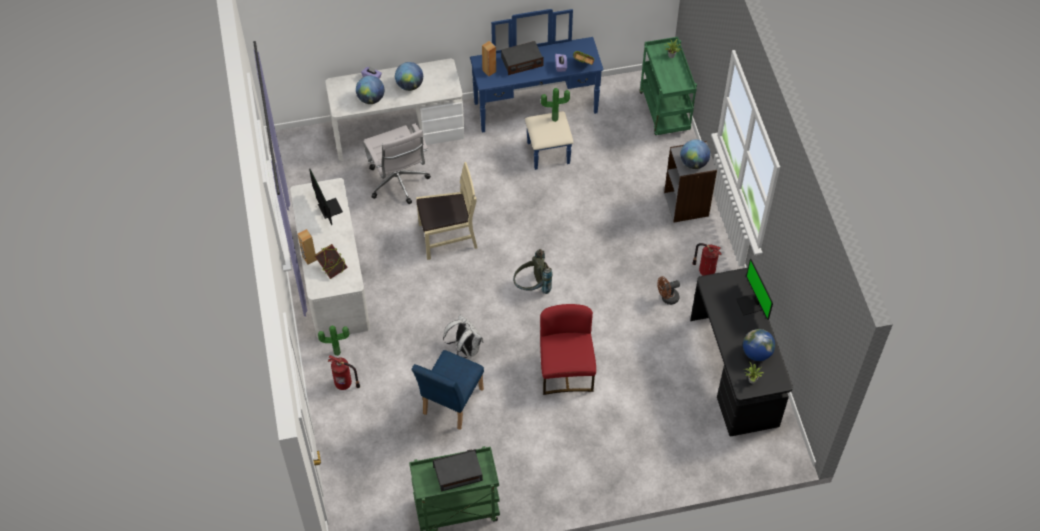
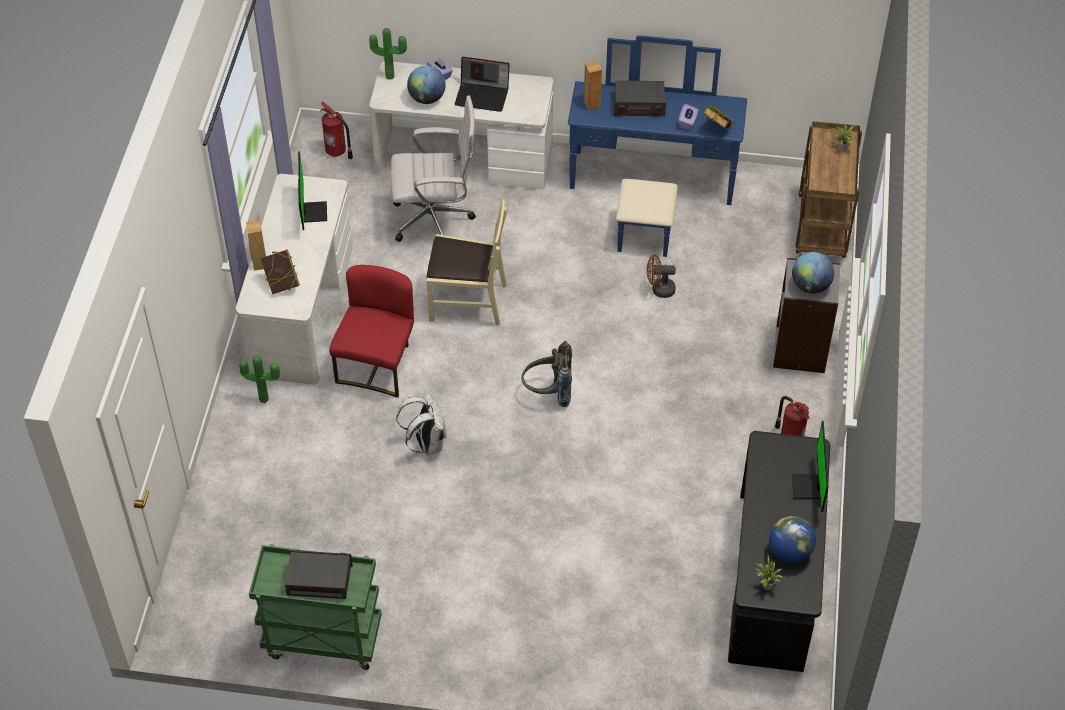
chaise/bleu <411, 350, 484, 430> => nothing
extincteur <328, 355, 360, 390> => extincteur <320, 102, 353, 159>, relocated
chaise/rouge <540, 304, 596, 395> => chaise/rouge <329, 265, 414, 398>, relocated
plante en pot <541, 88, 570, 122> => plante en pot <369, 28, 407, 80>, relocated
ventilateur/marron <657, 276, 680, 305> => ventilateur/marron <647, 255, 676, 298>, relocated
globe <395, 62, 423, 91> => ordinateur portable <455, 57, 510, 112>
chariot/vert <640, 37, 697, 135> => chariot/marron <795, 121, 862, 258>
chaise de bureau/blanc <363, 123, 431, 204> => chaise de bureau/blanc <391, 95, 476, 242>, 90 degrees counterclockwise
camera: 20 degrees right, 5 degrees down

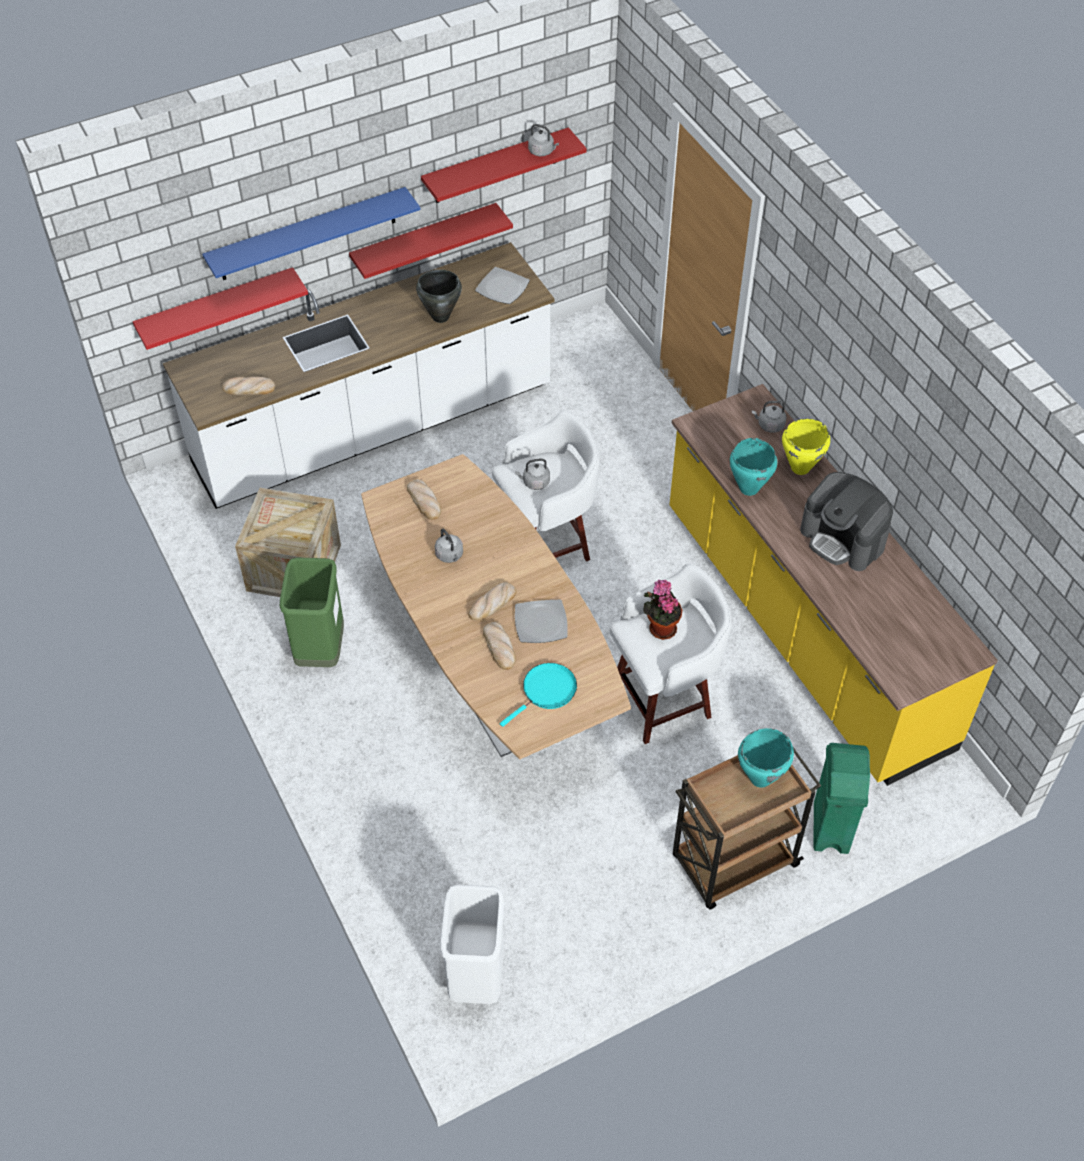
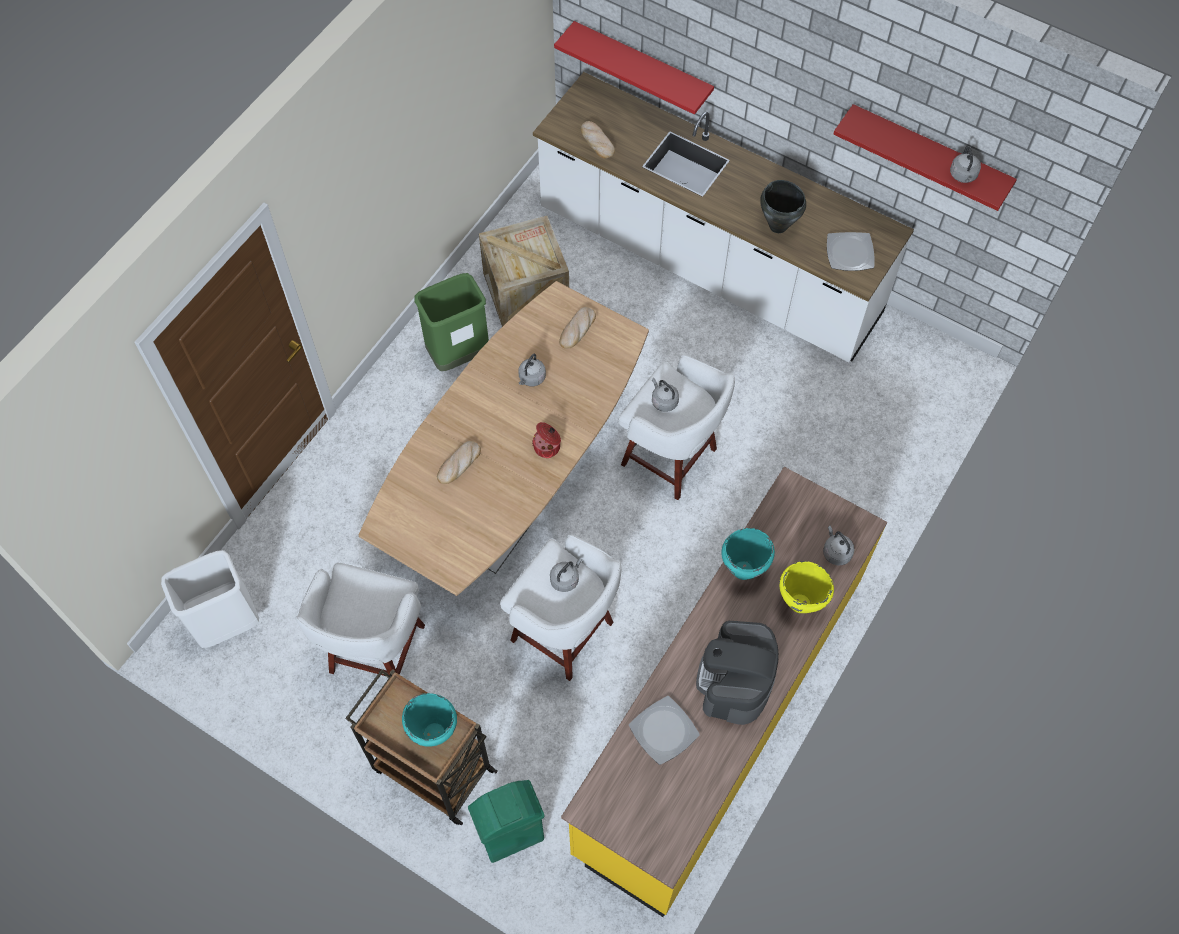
étagère/bleu <202, 187, 421, 280> => nothing
étagère/rouge <349, 203, 513, 279> => nothing
pain <468, 582, 516, 621> => nothing
poêle/turquoise <500, 663, 577, 727> => nothing
nothing => tabouret/blanc <296, 562, 425, 676>
nothing => marmite <532, 422, 561, 458>
assiette <515, 600, 568, 643> => assiette <629, 696, 700, 765>, relocated
plante en pot <643, 580, 682, 640> => bouilloire/gris <550, 558, 582, 592>
camera: 60 degrees right, 10 degrees up

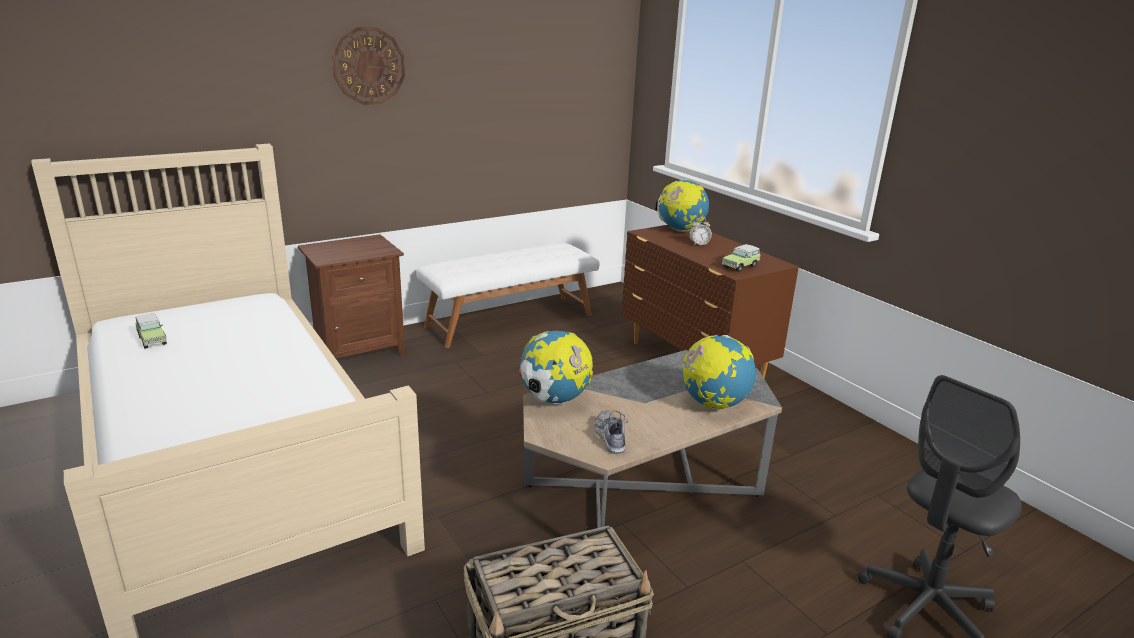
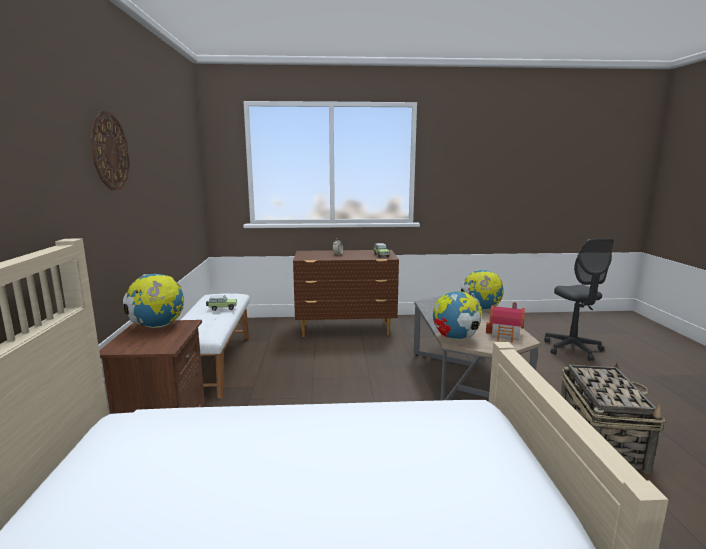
petite voiture <136, 313, 167, 349> => petite voiture <206, 295, 237, 311>, relocated
globe <655, 179, 709, 232> => globe <123, 274, 184, 328>, relocated
chaussure <594, 411, 628, 454> => maison miniature <486, 302, 525, 343>
camera: 60 degrees left, 10 degrees down

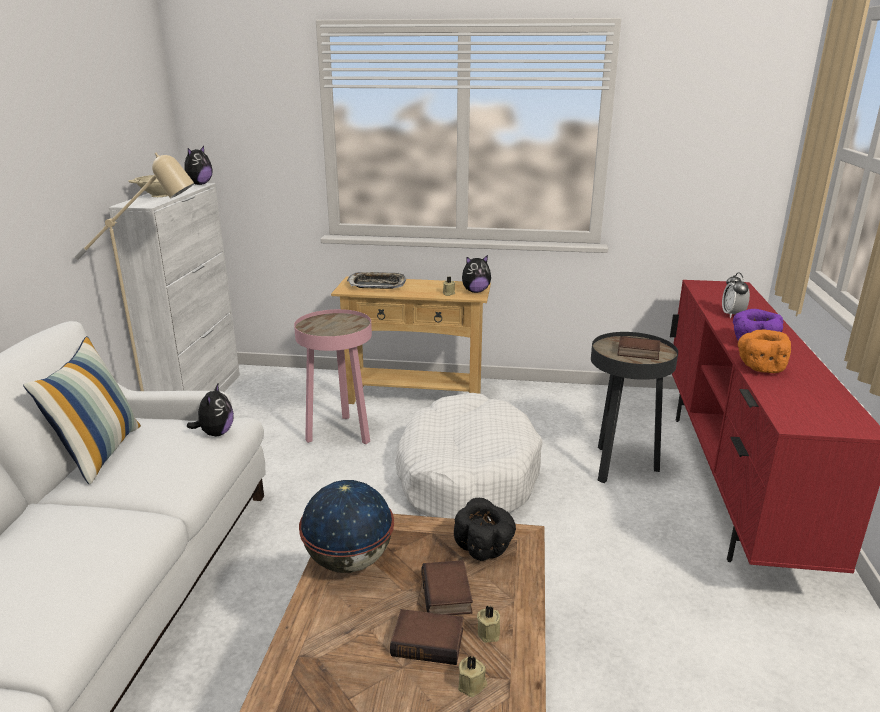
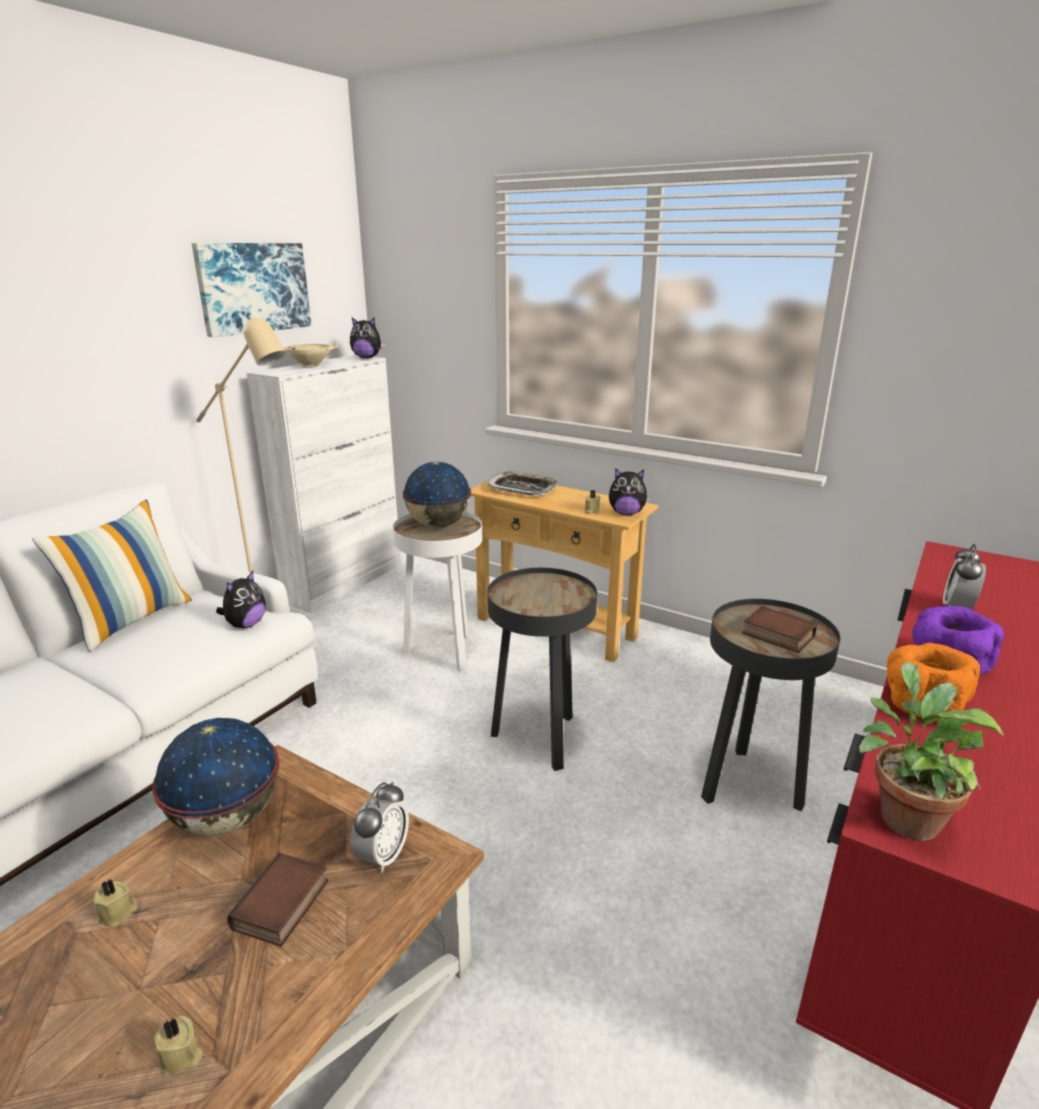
livre <390, 609, 463, 665> => nothing
nothing => tableau <192, 243, 311, 337>
nothing => globe <403, 462, 471, 528>
nothing => plante en pot <859, 662, 1004, 841>
bougie/beige <477, 606, 500, 643> => bougie/beige <94, 879, 137, 927>, relocated
panier pour chien/blanc <395, 393, 543, 519> => table d'appoint/noir <487, 568, 597, 771>
bol/noir <454, 498, 516, 561> => réveil <350, 782, 409, 873>
table d'appoint/rose <294, 309, 372, 444> => table d'appoint/blanc <393, 512, 482, 671>
peluche <184, 146, 213, 185> => peluche <350, 318, 386, 358>, 45 degrees clockwise
camera: 25 degrees right, 0 degrees up

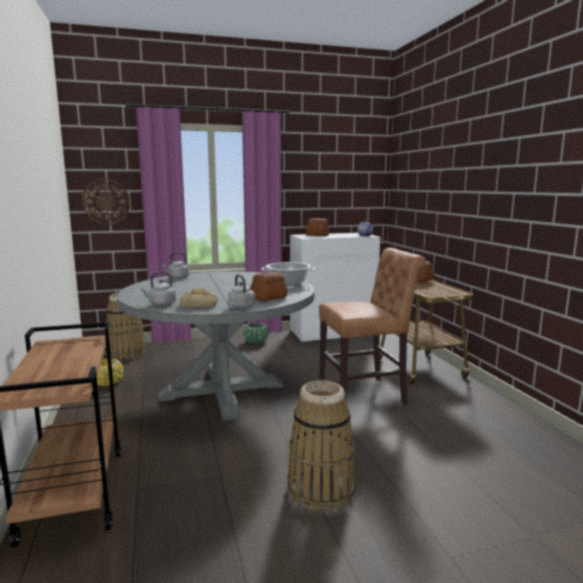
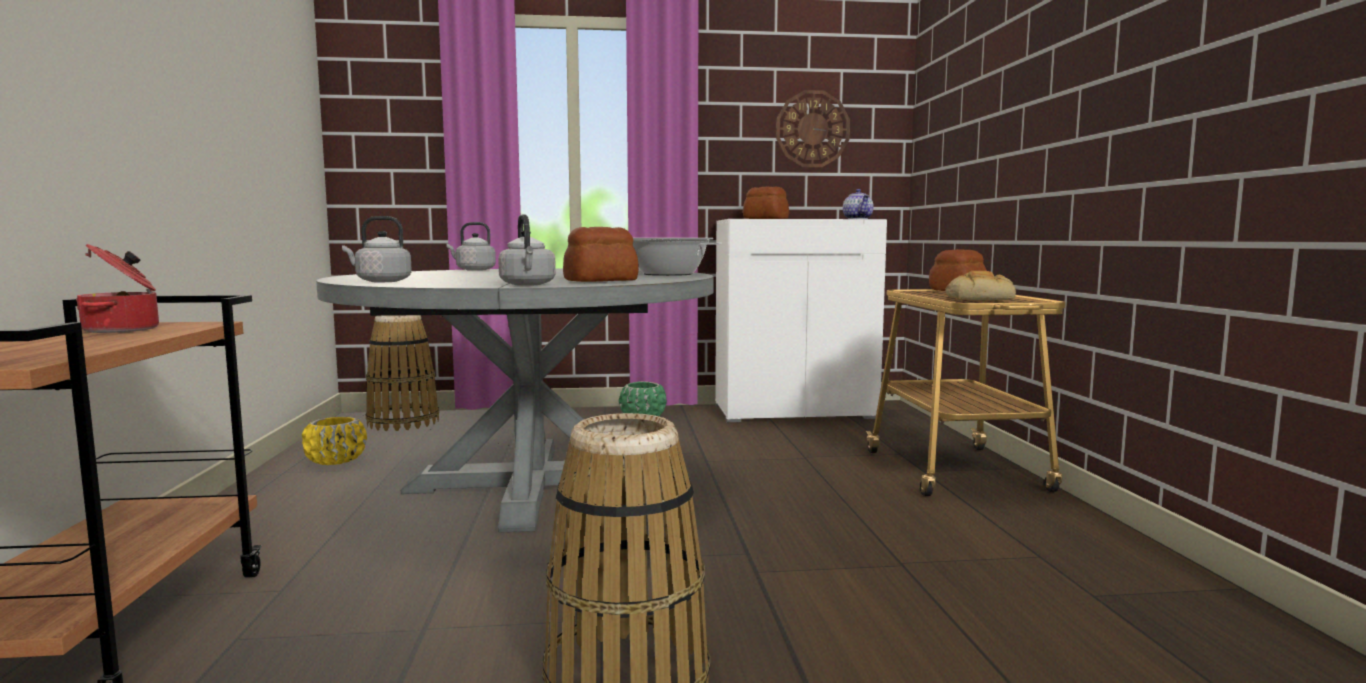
chaise/marron <319, 248, 426, 403> => nothing
nothing => marmite <76, 244, 159, 333>
horloge murale <82, 179, 130, 224> => horloge murale <776, 90, 850, 167>, relocated
pain <180, 288, 218, 308> => pain <945, 271, 1016, 300>, relocated
camera: 10 degrees right, 5 degrees down

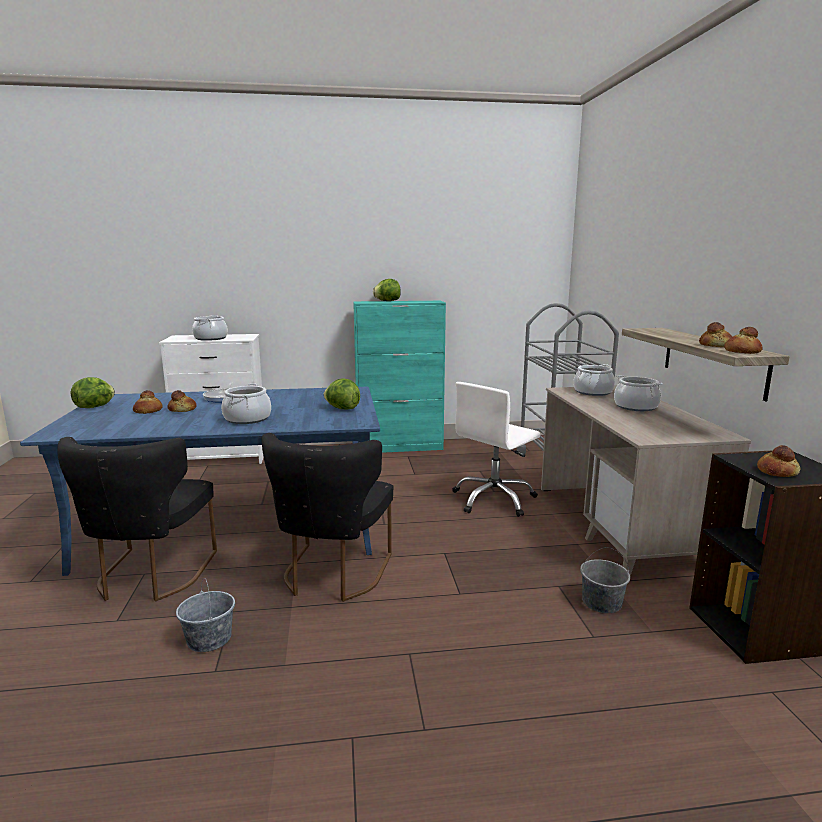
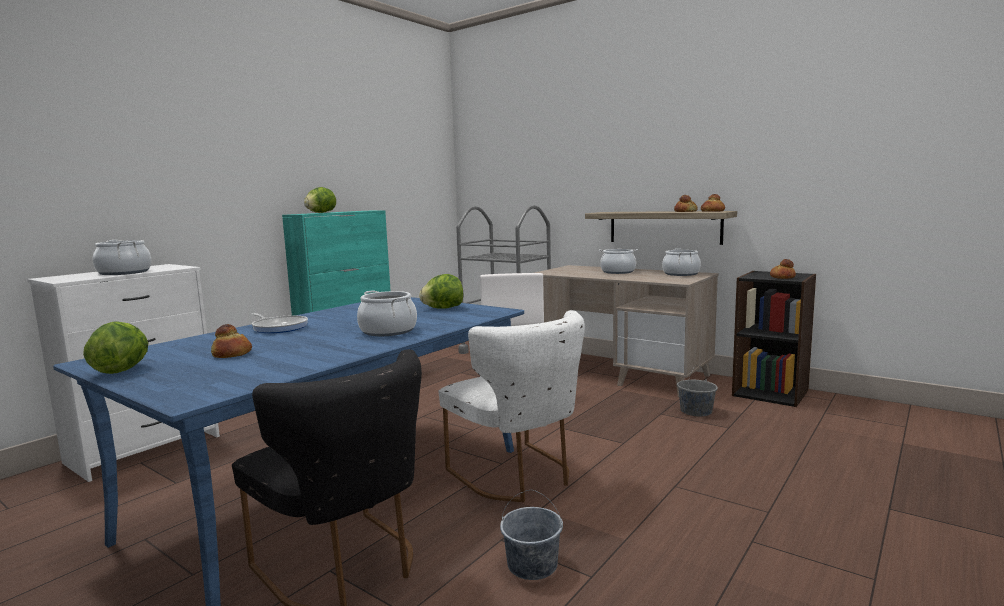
pain <168, 390, 197, 412> => nothing
marmite <573, 364, 615, 396> => marmite <662, 248, 701, 276>, relocated
chaise/noir <261, 433, 393, 602> => chaise/blanc <438, 310, 585, 502>
camera: 45 degrees left, 5 degrees down

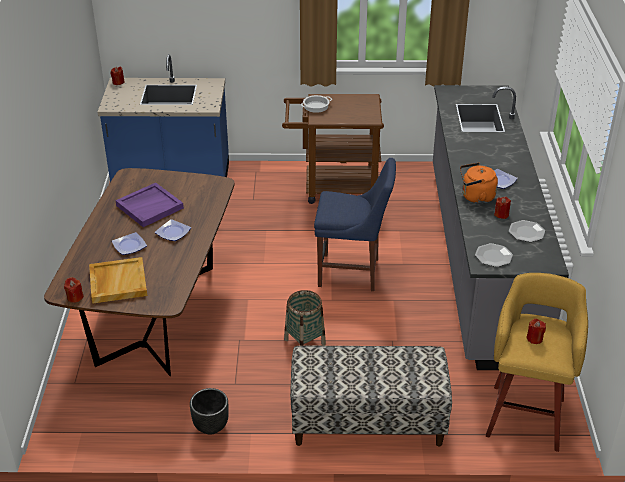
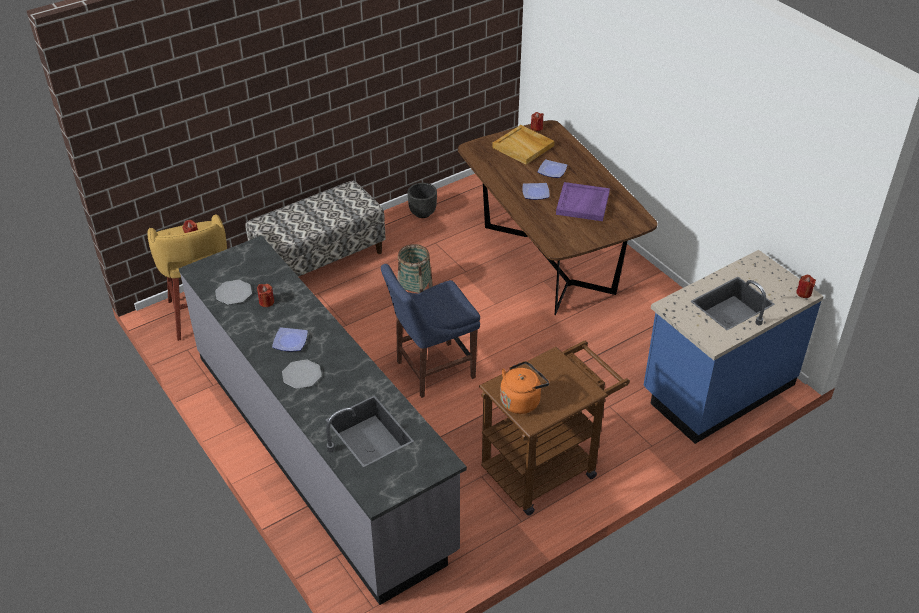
marmite <301, 95, 332, 113> => nothing
bouilloire/orange <460, 162, 498, 204> => bouilloire/orange <500, 361, 550, 414>, relocated
assiette <475, 243, 513, 267> => assiette <282, 360, 322, 389>, relocated
camera: 145 degrees right, 5 degrees up

